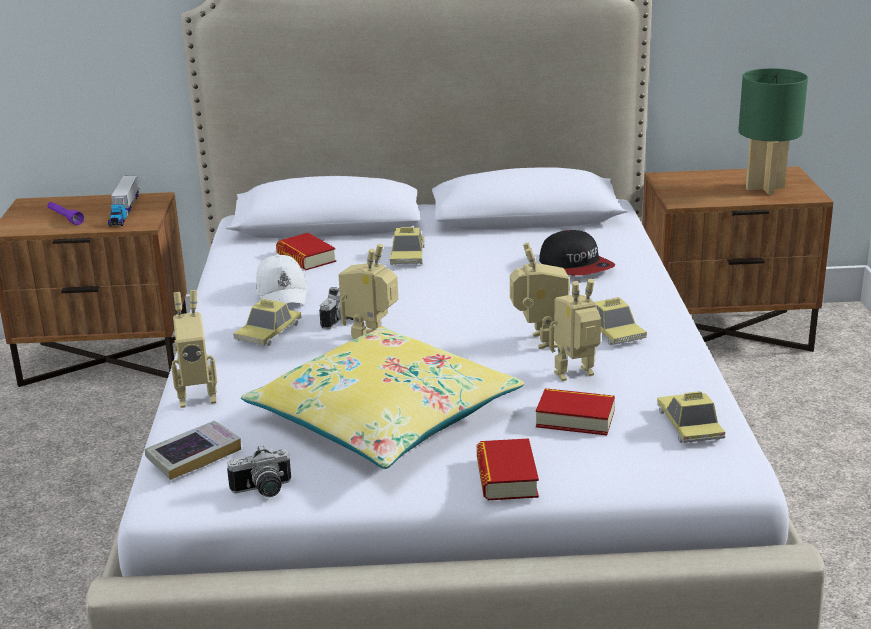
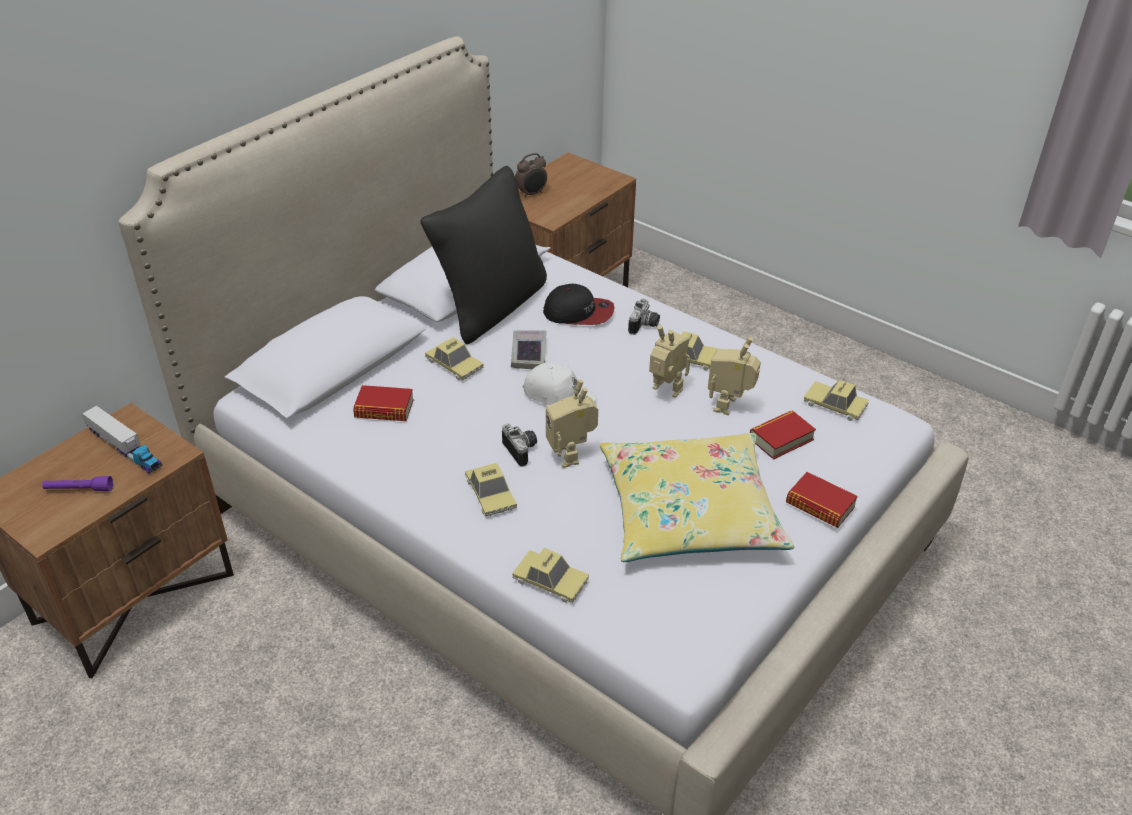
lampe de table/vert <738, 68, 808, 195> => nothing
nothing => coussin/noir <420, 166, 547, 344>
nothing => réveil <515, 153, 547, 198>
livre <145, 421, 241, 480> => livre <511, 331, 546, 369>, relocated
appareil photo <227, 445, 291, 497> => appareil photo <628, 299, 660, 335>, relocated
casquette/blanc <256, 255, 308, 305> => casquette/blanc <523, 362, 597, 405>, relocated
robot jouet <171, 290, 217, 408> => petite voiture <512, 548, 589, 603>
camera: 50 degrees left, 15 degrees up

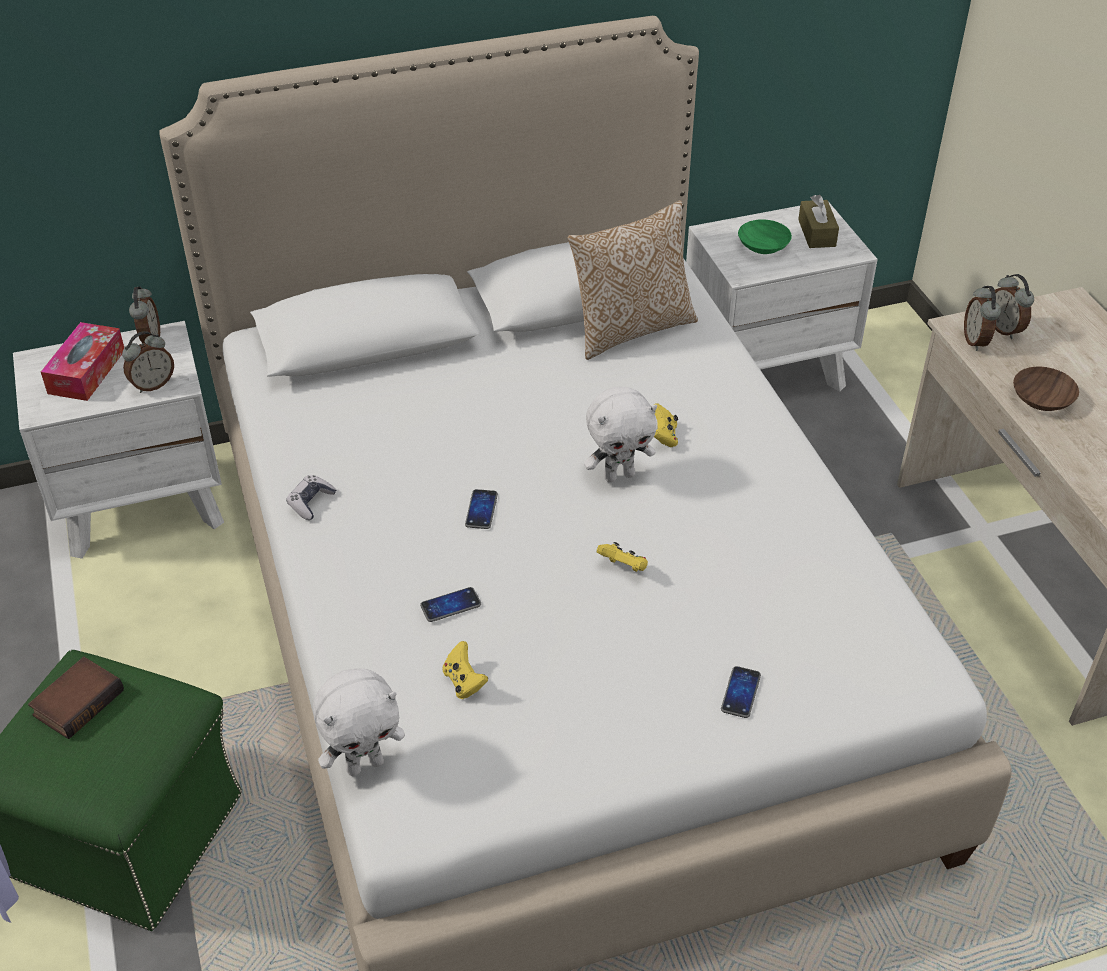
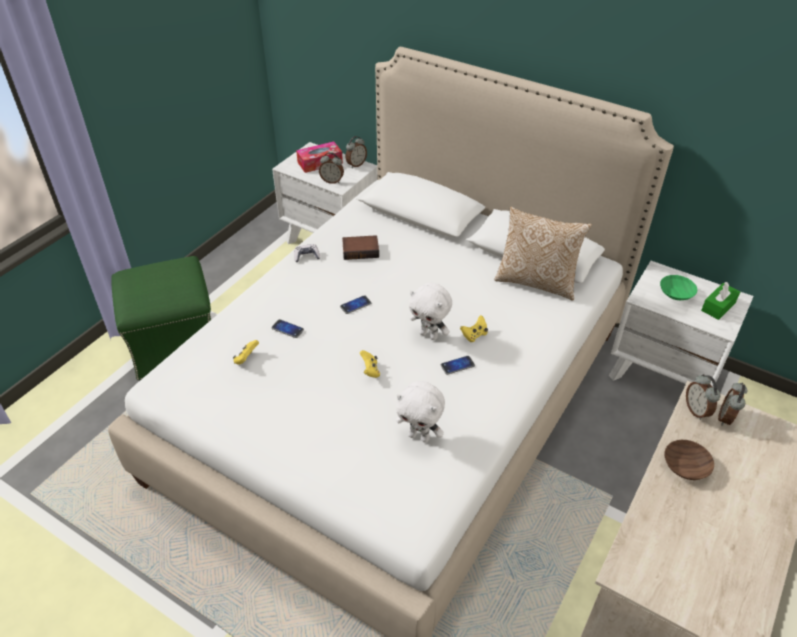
livre <28, 657, 124, 739> => livre <342, 235, 379, 260>, relocated
peluche/blanc <313, 668, 405, 776> => peluche/blanc <396, 381, 445, 443>, relocated
téléphone <721, 666, 761, 718> => téléphone <441, 356, 475, 375>, relocated
boîte à mouchoirs/marron <798, 195, 839, 248> => boîte à mouchoirs/vert <701, 282, 740, 320>
réveil <964, 286, 1001, 351> => réveil <686, 374, 720, 420>, 60 degrees counterclockwise
camera: 50 degrees right, 0 degrees up

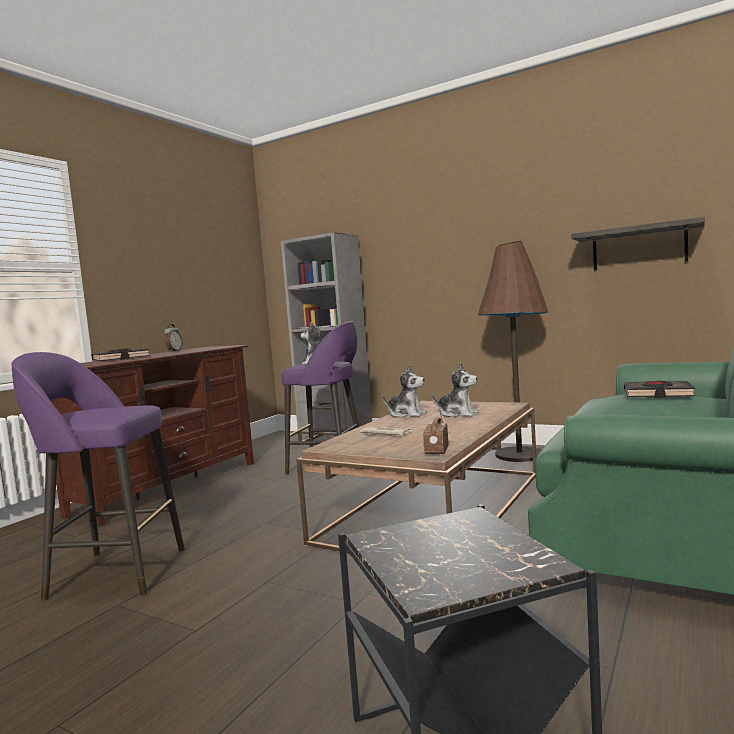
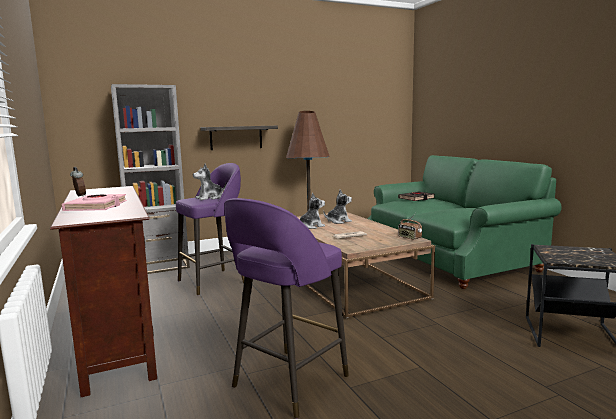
étagère <571, 217, 705, 270> => étagère <201, 126, 278, 150>, relocated
livre/noir <91, 348, 150, 361> => livre/rose <62, 194, 127, 211>
camera: 55 degrees left, 5 degrees up

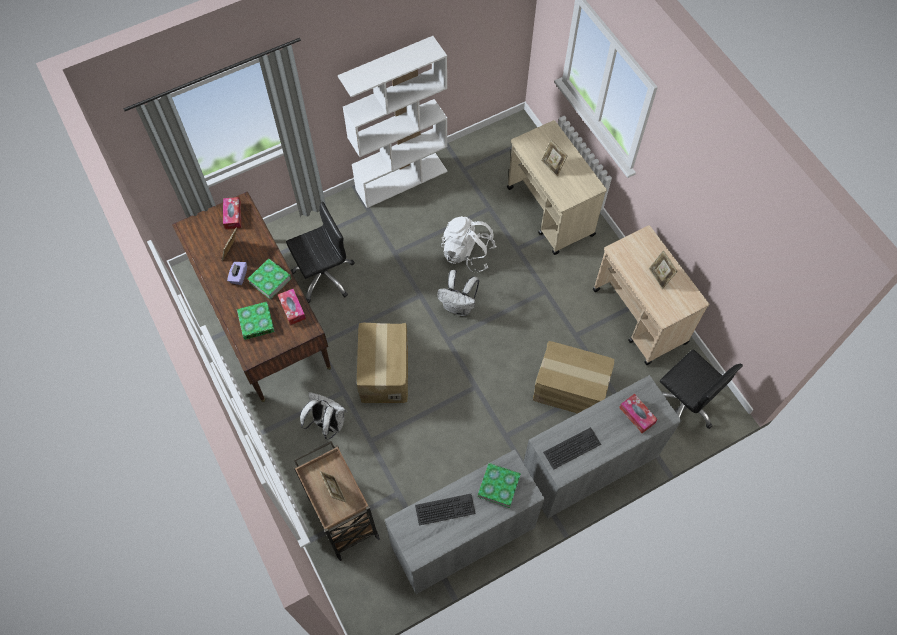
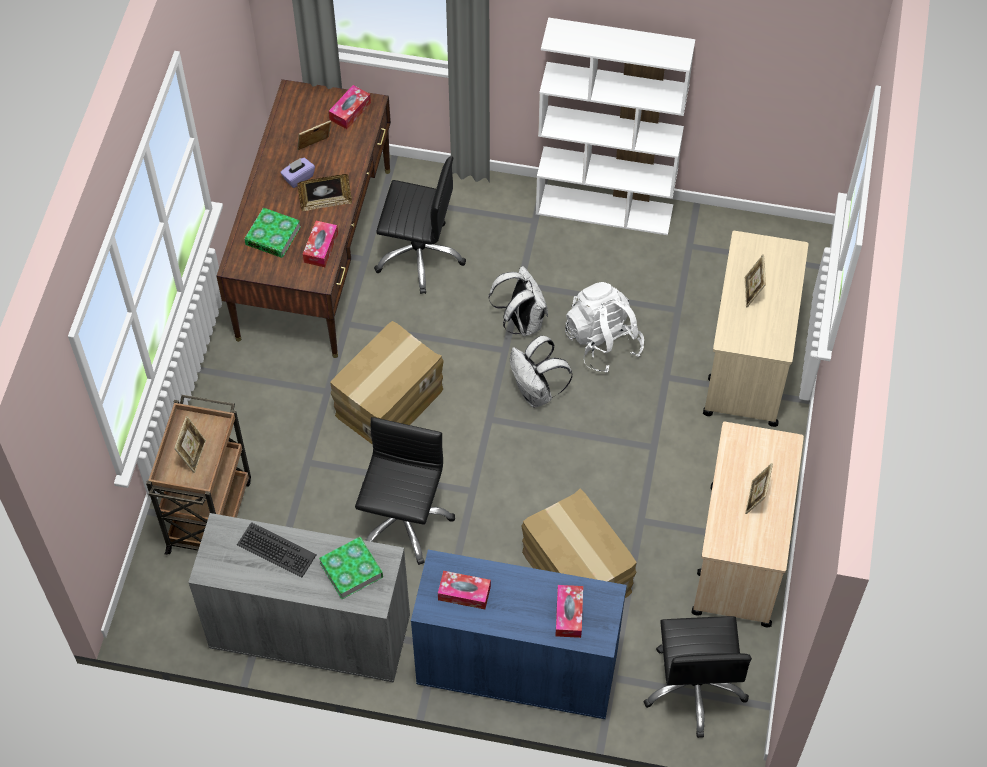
nothing => chaise de bureau/noir <355, 417, 455, 565>
sac à dos/blanc <300, 392, 348, 439> => sac à dos/blanc <489, 266, 548, 336>, relocated
livre <248, 259, 292, 299> => cadre photo <297, 174, 352, 211>
clavier <543, 427, 601, 470> => boîte à mouchoirs <438, 571, 491, 609>
meuble de rangement/gris <523, 375, 682, 519> => meuble de rangement/bleu <411, 550, 627, 719>
camera: 40 degrees right, 5 degrees down

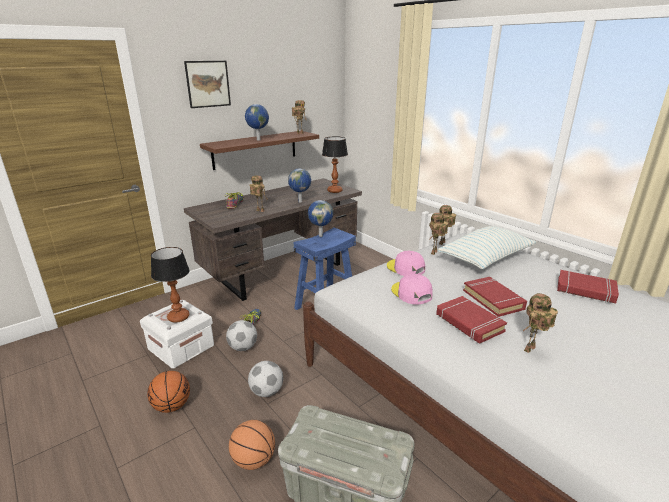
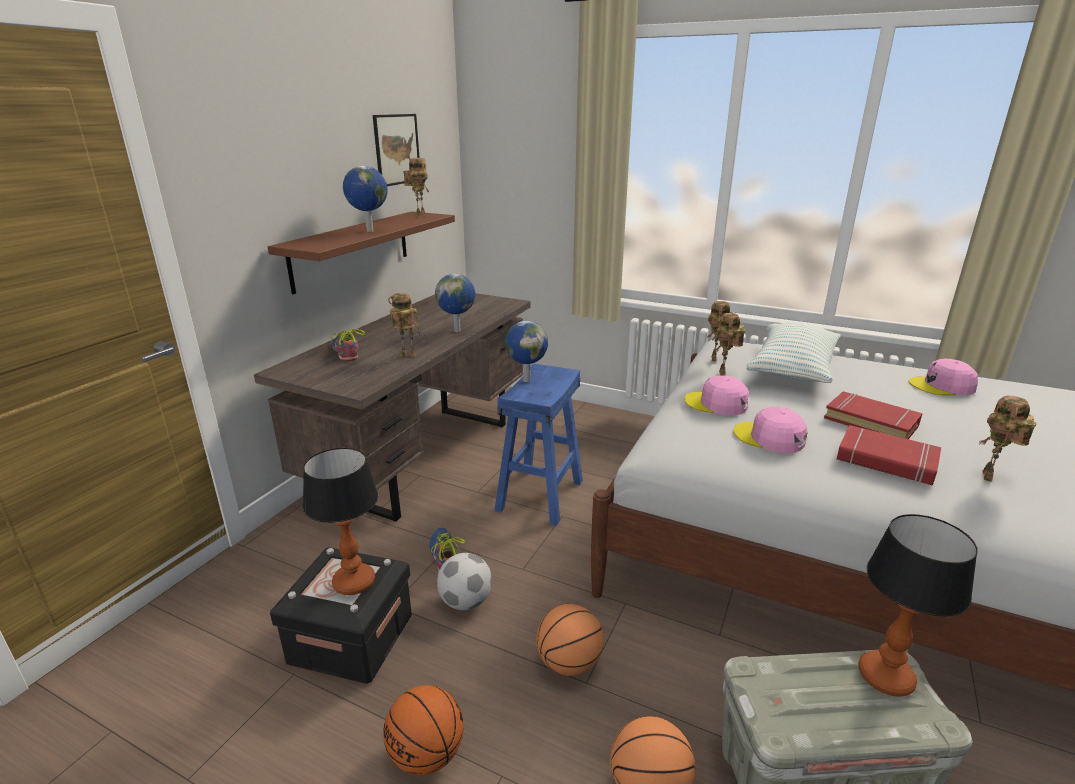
tableau <184, 61, 231, 108> => tableau <373, 114, 420, 186>, relocated
lampe de table <322, 136, 348, 193> => lampe de table <858, 514, 978, 697>, relocated
ballon de foot <248, 361, 283, 397> => ballon de basket <536, 604, 604, 676>
livre/rouge <557, 270, 619, 303> => casquette/rose <909, 359, 978, 395>
boîte de rangement/blanc <140, 300, 214, 368> => boîte de rangement/noir <270, 547, 412, 684>
camera: 25 degrees left, 0 degrees up

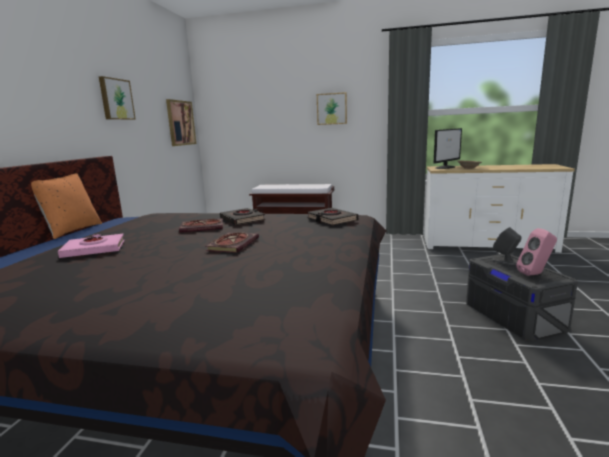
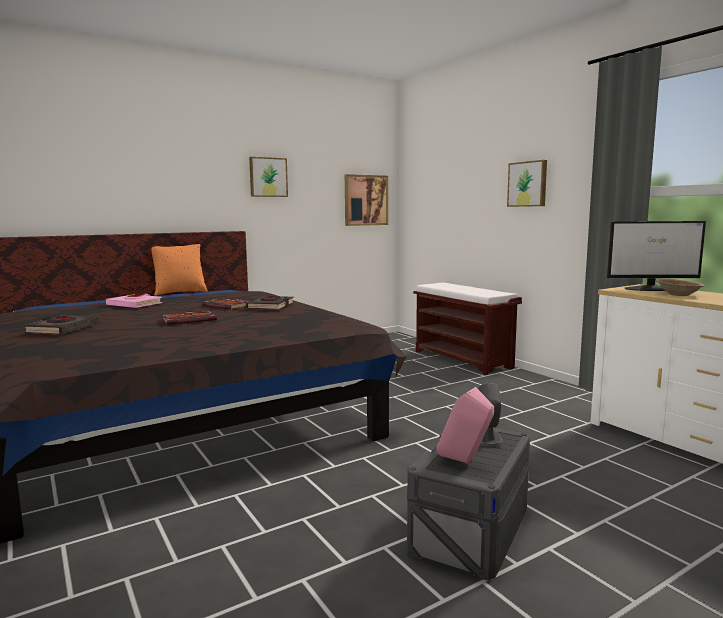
livre/noir <307, 208, 358, 225> => livre/noir <24, 315, 99, 335>, relocated
camera: 45 degrees right, 5 degrees down

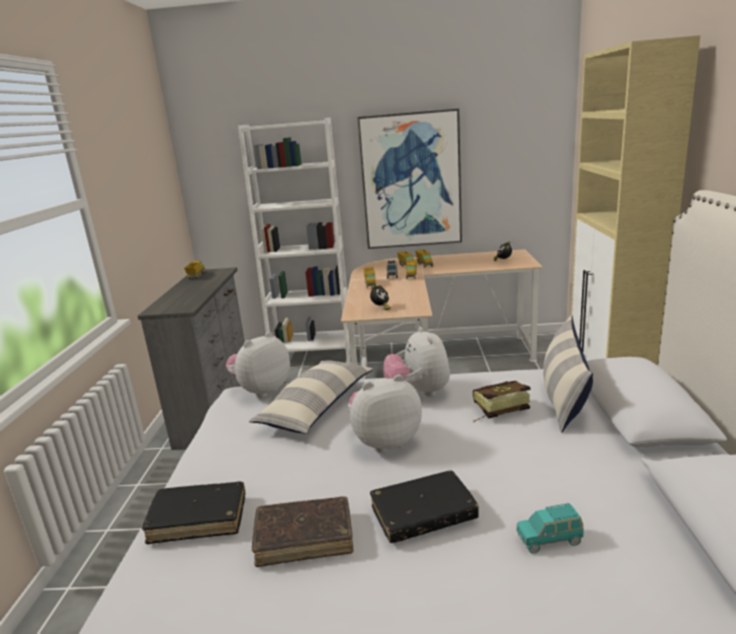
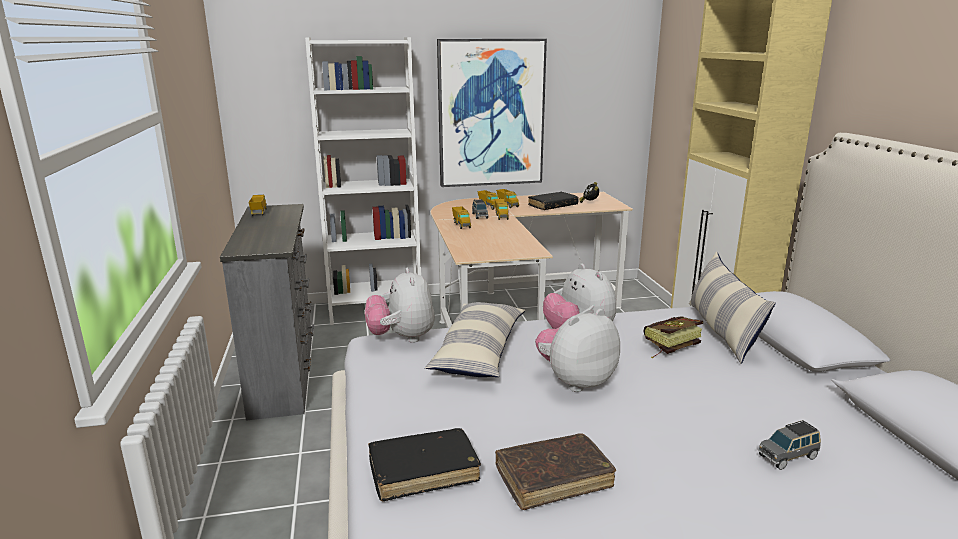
réveil <370, 285, 391, 310> => nothing
livre/noir <370, 471, 479, 543> => livre/noir <528, 192, 579, 210>, relocated
petite voiture/turquoise <516, 503, 584, 554> => petite voiture/gris <758, 420, 821, 470>
peluche <226, 332, 290, 398> => peluche <365, 267, 435, 343>, 45 degrees counterclockwise
camera: 15 degrees left, 0 degrees up

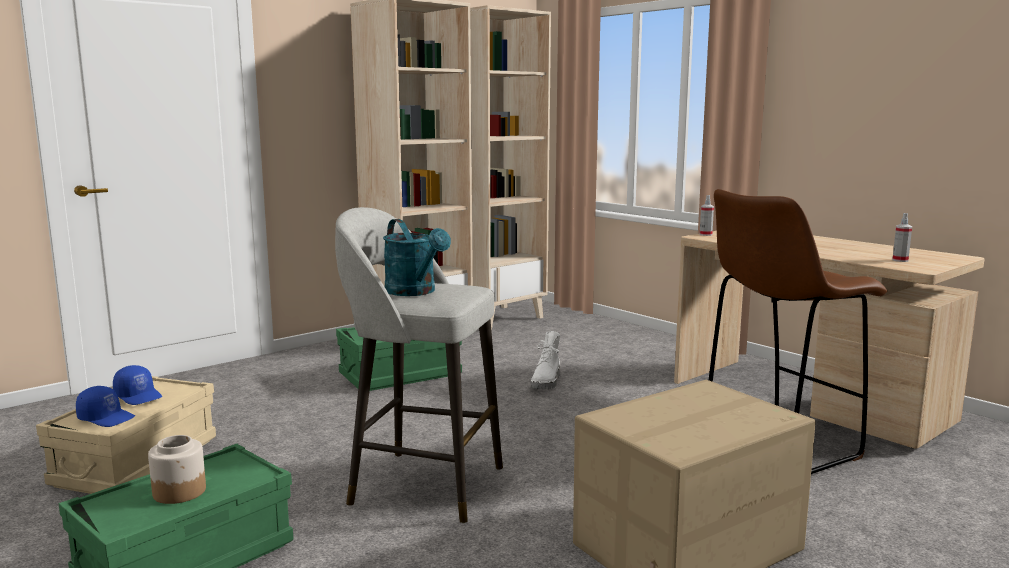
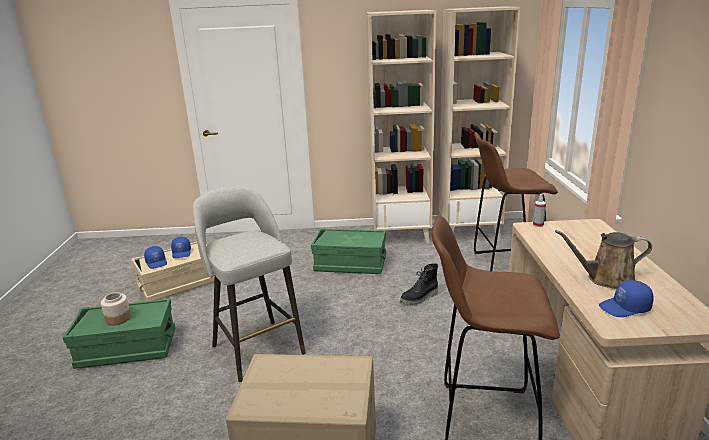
arrosoir/turquoise <383, 219, 451, 296> => nothing
nothing => tabouret/marron <473, 132, 558, 271>
nothing => arrosoir/marron <555, 230, 652, 289>
vaporisateur <892, 213, 912, 262> => casquette/bleu <599, 280, 654, 317>
botte/blanc <531, 331, 560, 389> => botte/noir <400, 263, 438, 305>
camera: 40 degrees right, 10 degrees up

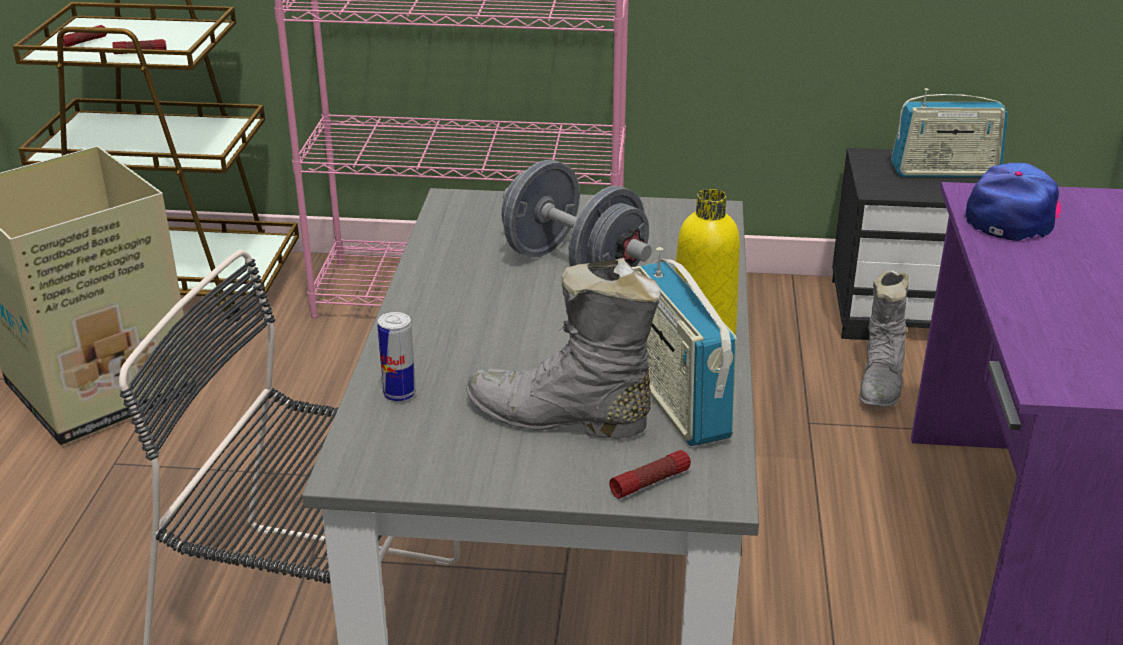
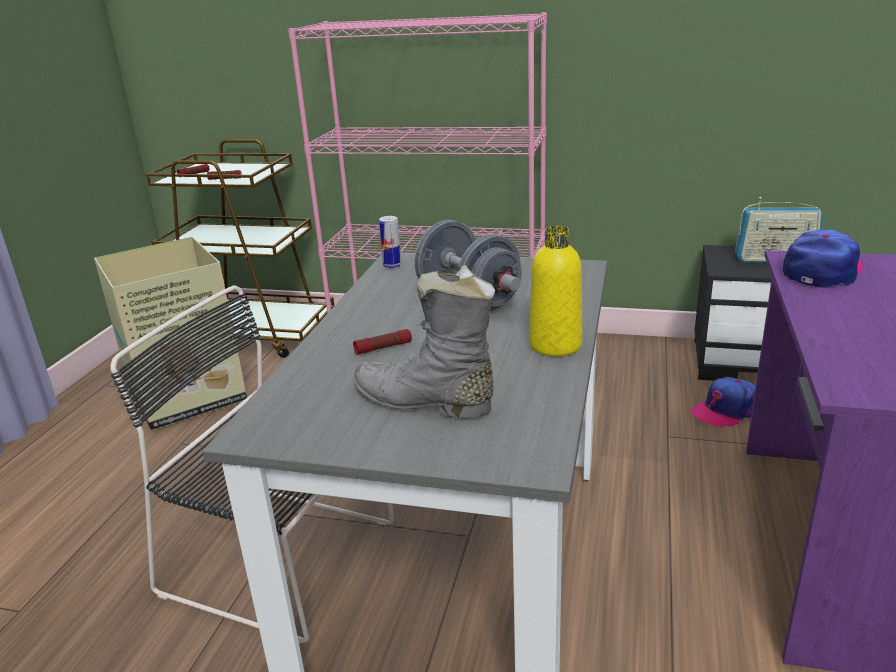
radio <632, 247, 737, 446> => nothing
boîte métallique <378, 312, 416, 401> => boîte métallique <379, 216, 402, 268>, relocated
lampe de poche <609, 450, 691, 499> => lampe de poche <353, 329, 412, 355>, relocated
botte/gris <859, 270, 909, 407> => casquette <691, 377, 756, 428>
camera: 10 degrees right, 5 degrees down

